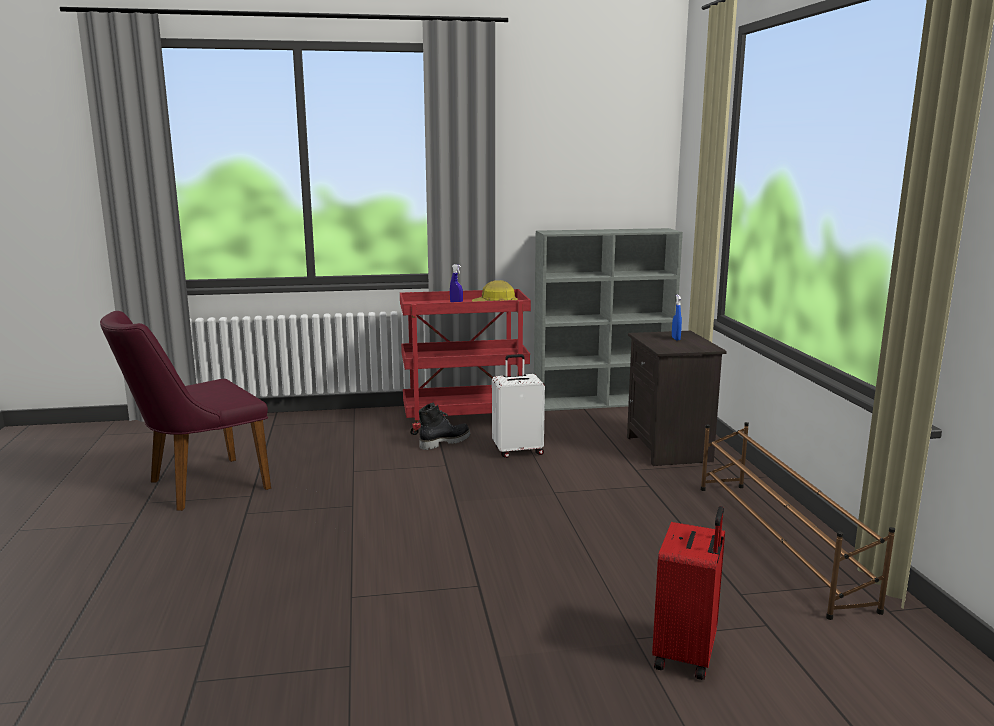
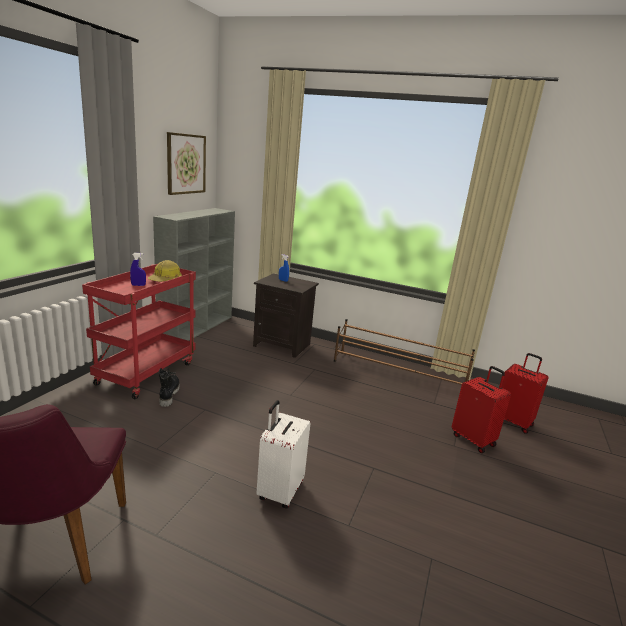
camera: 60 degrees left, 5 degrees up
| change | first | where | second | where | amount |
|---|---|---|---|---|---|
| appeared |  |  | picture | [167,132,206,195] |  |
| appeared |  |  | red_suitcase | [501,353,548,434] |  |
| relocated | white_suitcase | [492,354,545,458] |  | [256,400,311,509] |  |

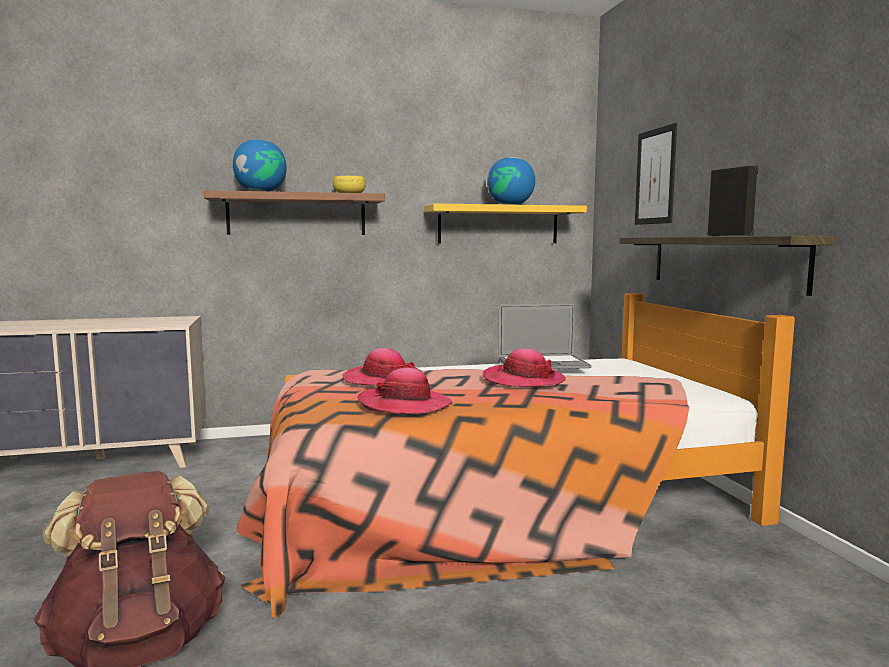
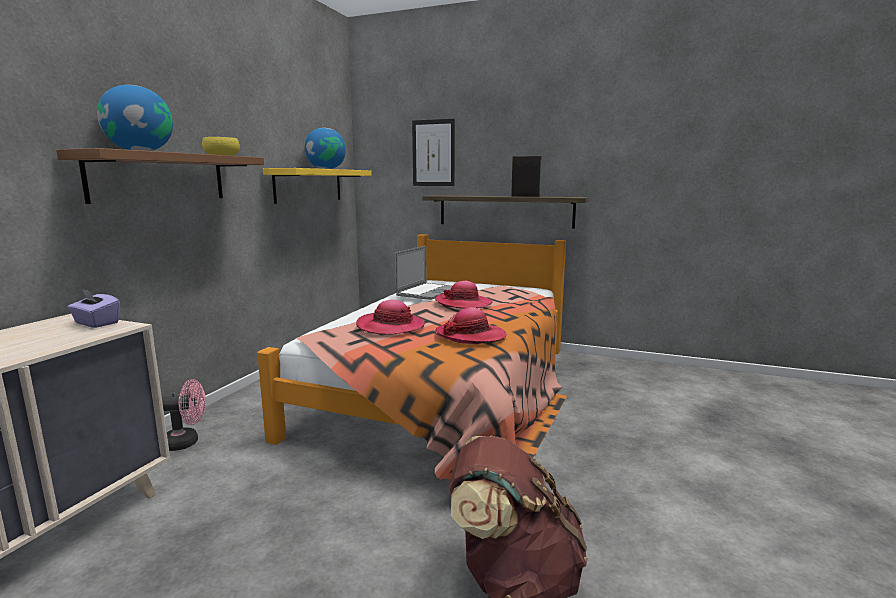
camera: 55 degrees left, 5 degrees up
| change | first | where | second | where | amount |
|---|---|---|---|---|---|
| appeared |  |  | purple_tissue_box | [67,289,120,328] |  |
| appeared |  |  | pink_fan | [162,379,206,451] |  |

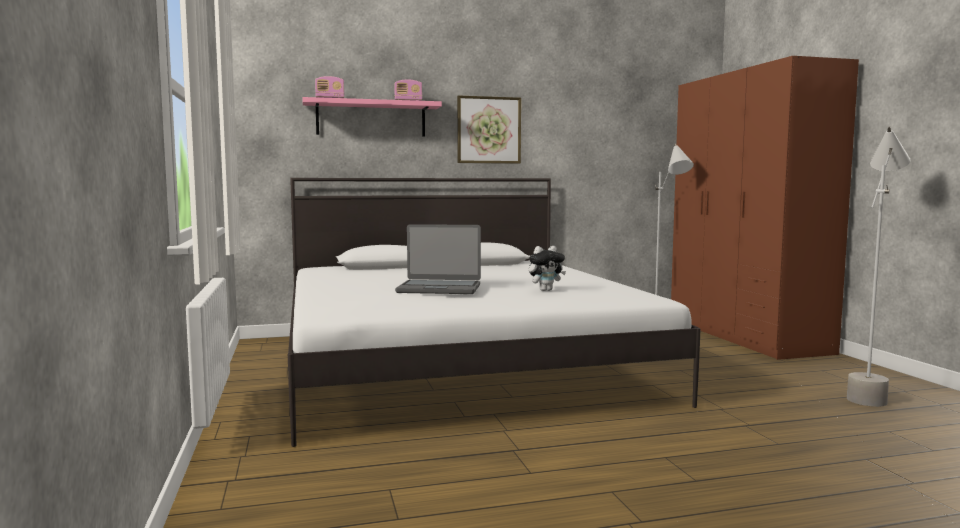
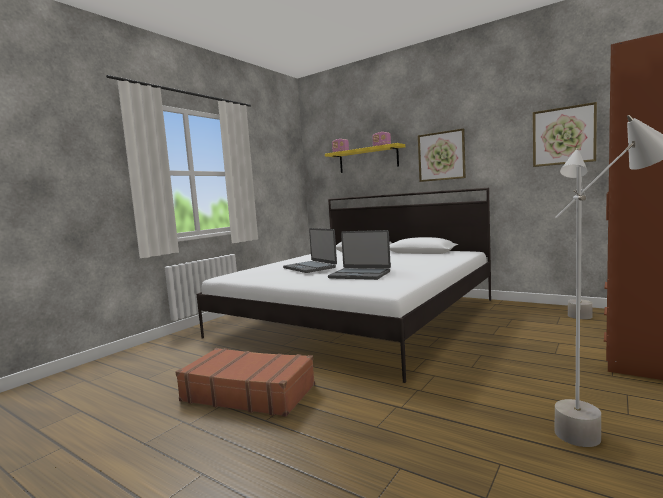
camera: 50 degrees right, 0 degrees up
| change | first | where | second | where | amount |
|---|---|---|---|---|---|
| appeared |  |  | brown_suitcase | [176,348,315,417] |  |
| appeared |  |  | picture | [533,102,597,167] |  |
| exchanged | plush_toy | [529,246,566,291] | laptop | [328,230,391,280] |  |
| colour | pink_shelf | [303,97,442,137] | yellow_shelf | [325,143,405,173] |  |

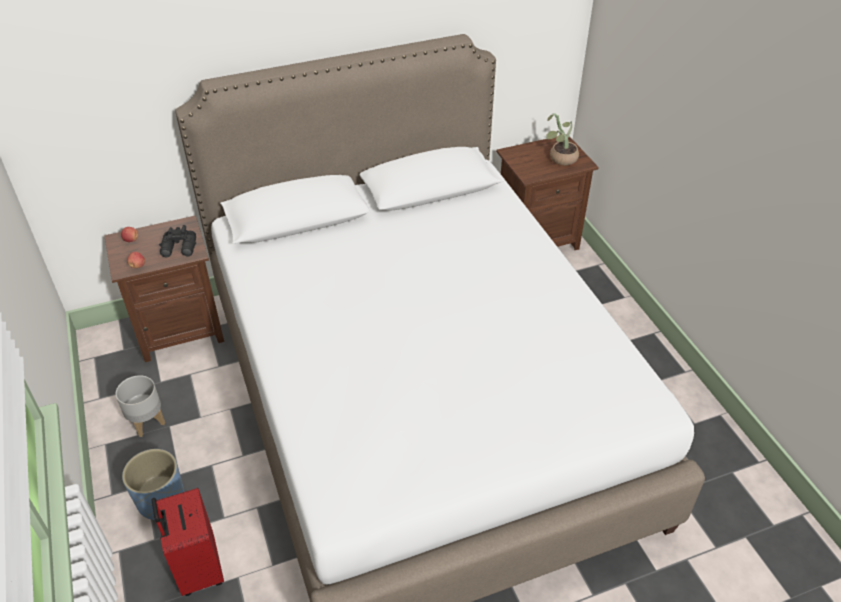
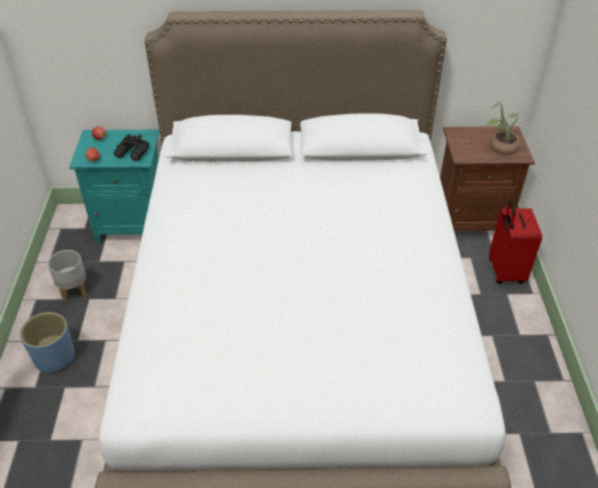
camera: 20 degrees right, 0 degrees up
| change | first | where | second | where | amount |
|---|---|---|---|---|---|
| relocated | red_suitcase | [152,488,224,596] |  | [489,201,542,284] |  |
| colour | brown_nightstand | [104,215,224,362] | turquoise_nightstand | [69,129,160,243] |  |

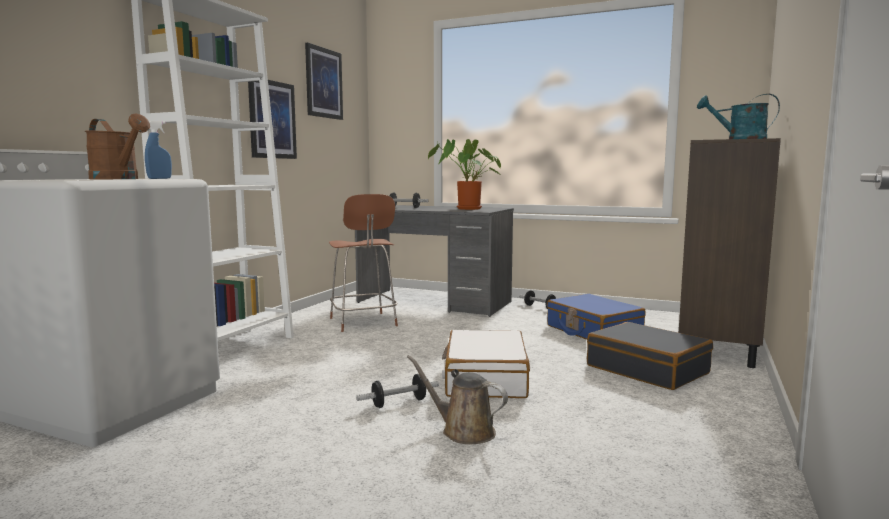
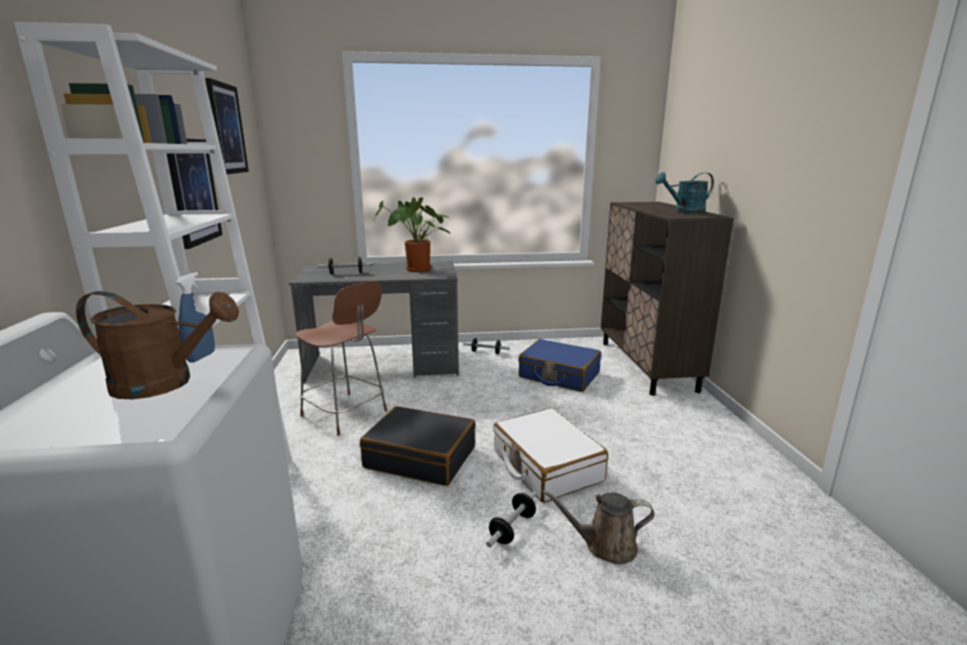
camera: 30 degrees left, 10 degrees up
| change | first | where | second | where | amount |
|---|---|---|---|---|---|
| relocated | black_suitcase | [587,322,713,390] |  | [360,406,476,486] |  |

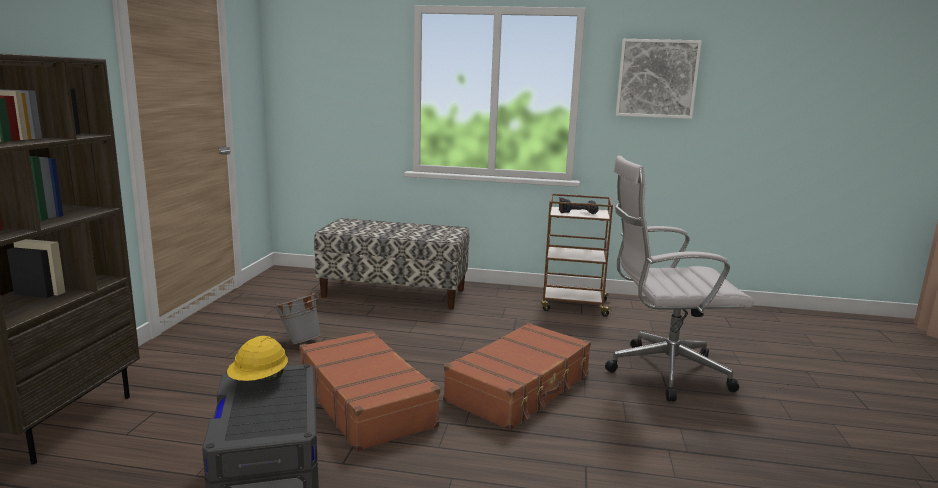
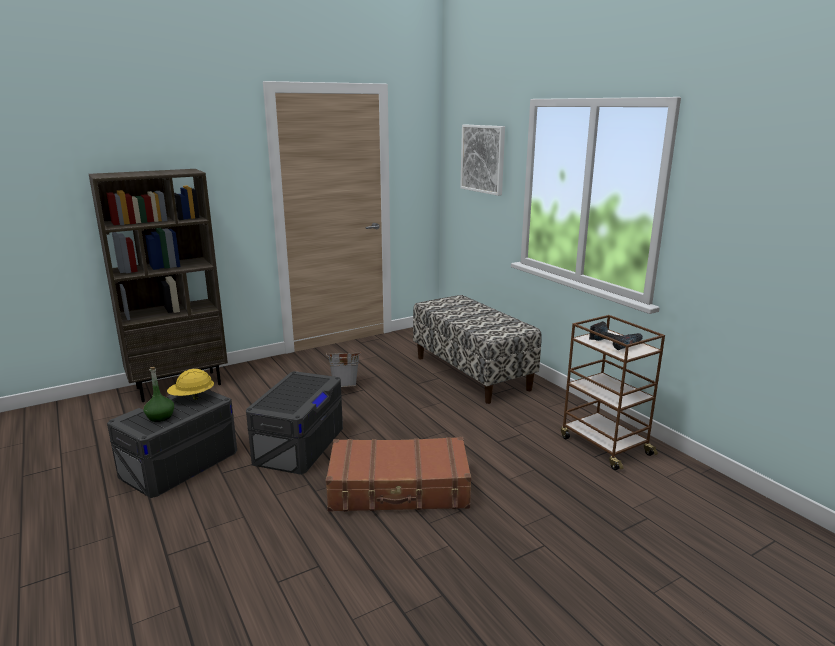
camera: 50 degrees right, 5 degrees up
| change | first | where | second | where | amount |
|---|---|---|---|---|---|
| missing | white_office_chair | [605,155,754,401] |  |  |  |
| appeared |  |  | green_bottle | [144,367,174,422] |  |
| relocated | picture | [616,39,702,119] |  | [460,125,505,196] |  |
| exchanged | brown_suitcase | [299,331,440,452] | grey_storage_box | [246,371,343,475] |  |

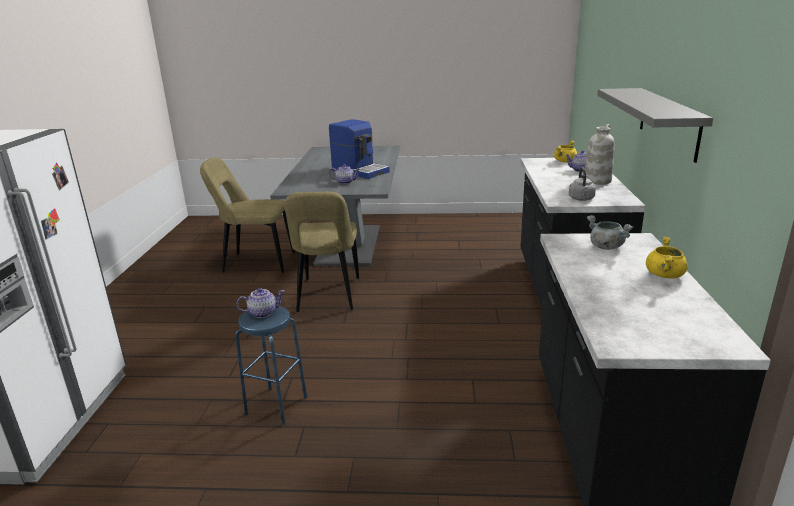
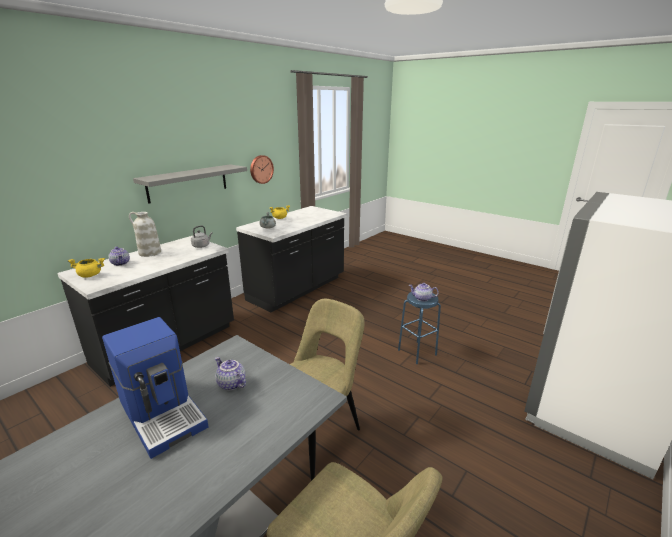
camera: 145 degrees left, 0 degrees up
| change | first | where | second | where | amount |
|---|---|---|---|---|---|
| appeared |  |  | wall_clock | [250,155,274,184] |  |
| spun | coffee_machine | [329,119,390,179] |  | [102,317,209,459] | 150 degrees clockwise |

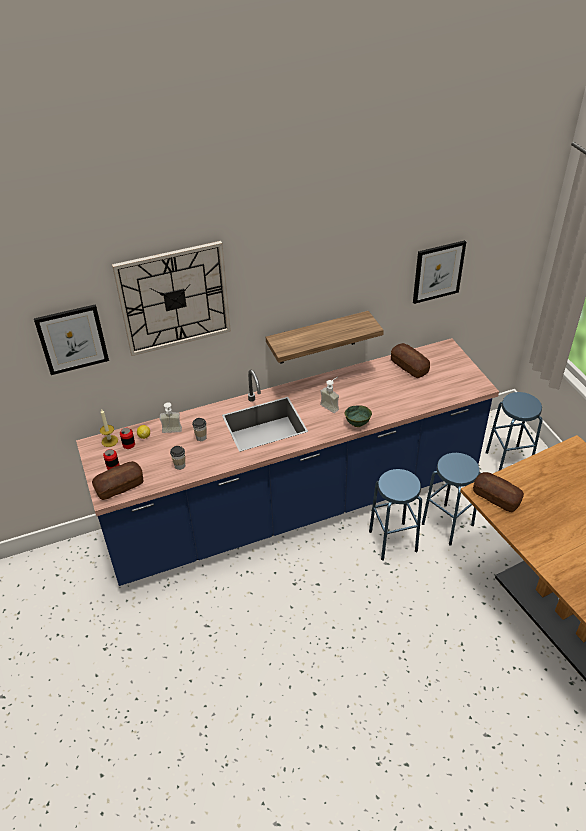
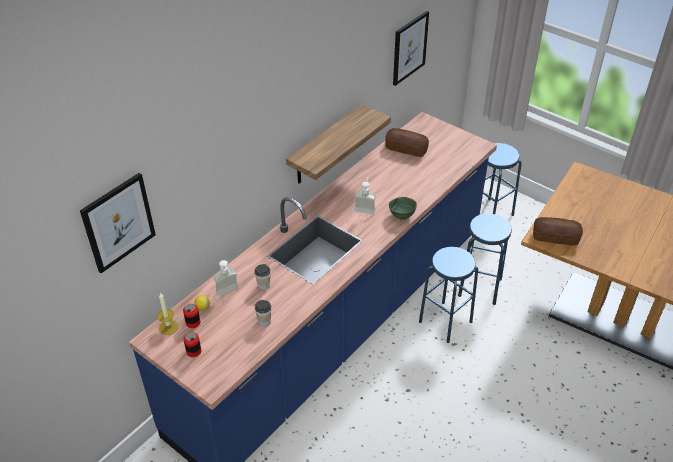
camera: 30 degrees left, 0 degrees up
| change | first | where | second | where | amount |
|---|---|---|---|---|---|
| missing | bread | [92,461,144,500] |  |  |  |
| missing | wall_clock | [112,241,231,356] |  |  |  |

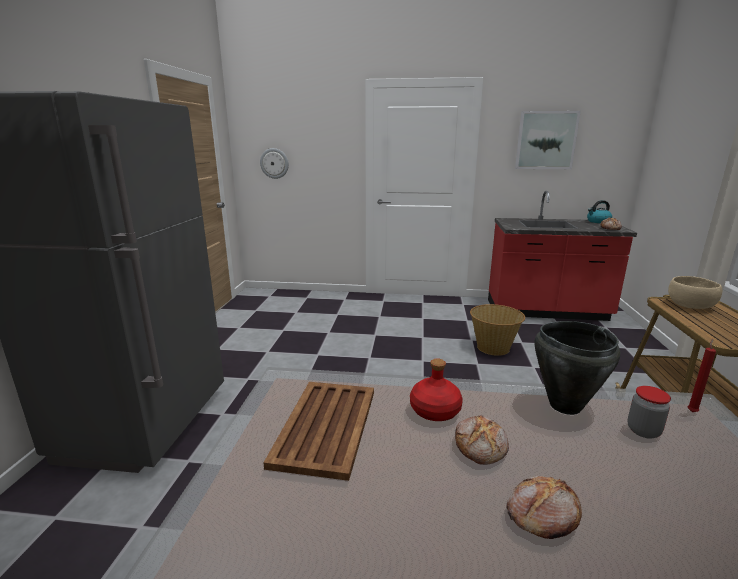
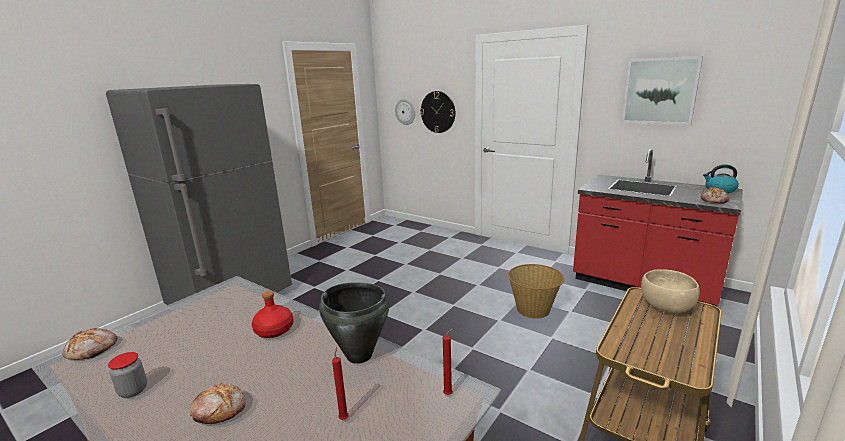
camera: 30 degrees right, 0 degrees up
| change | first | where | second | where | amount |
|---|---|---|---|---|---|
| missing | brown_tray | [263,382,374,481] |  |  |  |
| appeared |  |  | red_candle | [332,347,349,420] |  |
| appeared |  |  | wall_clock | [420,91,455,133] |  |
| relocated | bread | [455,415,509,465] |  | [62,328,117,360] |  |
| relocated | jar | [628,386,671,439] |  | [108,352,147,398] |  |

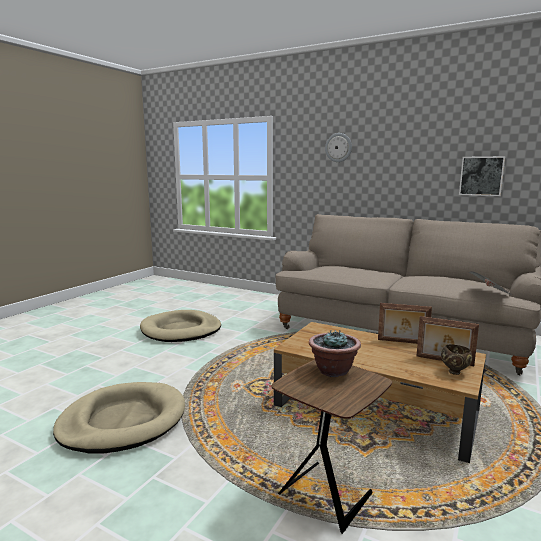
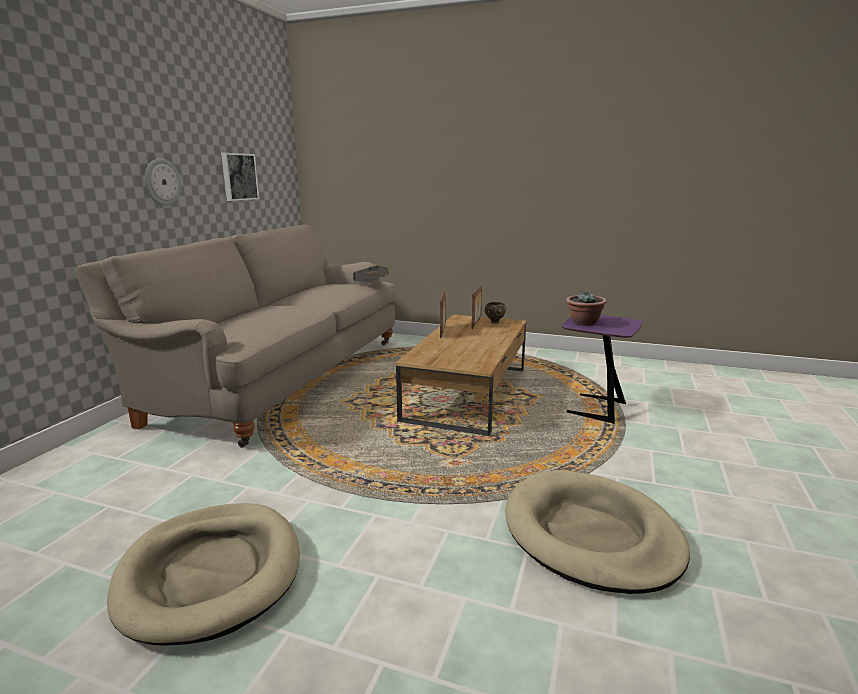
camera: 100 degrees left, 5 degrees up
| change | first | where | second | where | amount |
|---|---|---|---|---|---|
| relocated | wall_clock | [325,133,352,162] |  | [145,158,181,206] |  |
| colour | brown_side_table | [272,359,392,534] | purple_side_table | [562,315,643,424] |  |

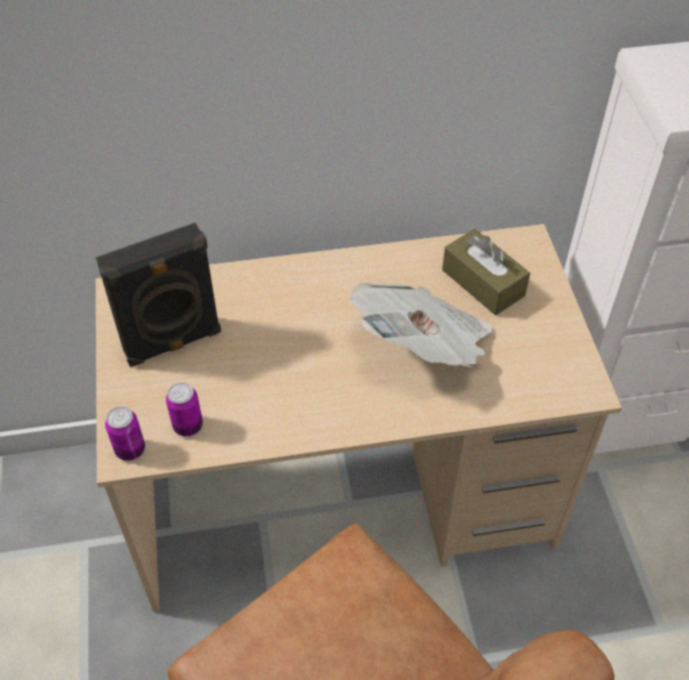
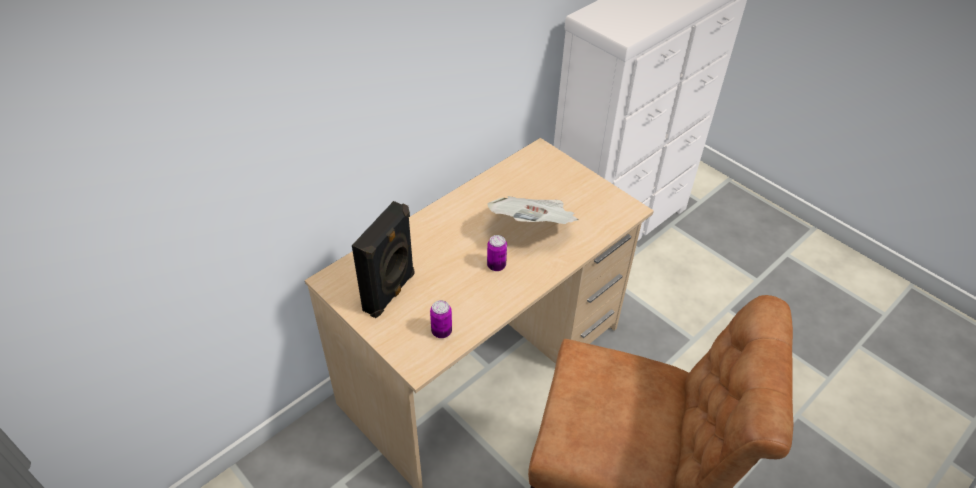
camera: 35 degrees left, 5 degrees down
| change | first | where | second | where | amount |
|---|---|---|---|---|---|
| missing | brown_tissue_box | [442,229,530,315] |  |  |  |
| relocated | can | [105,406,145,461] |  | [487,235,507,271] |  |

